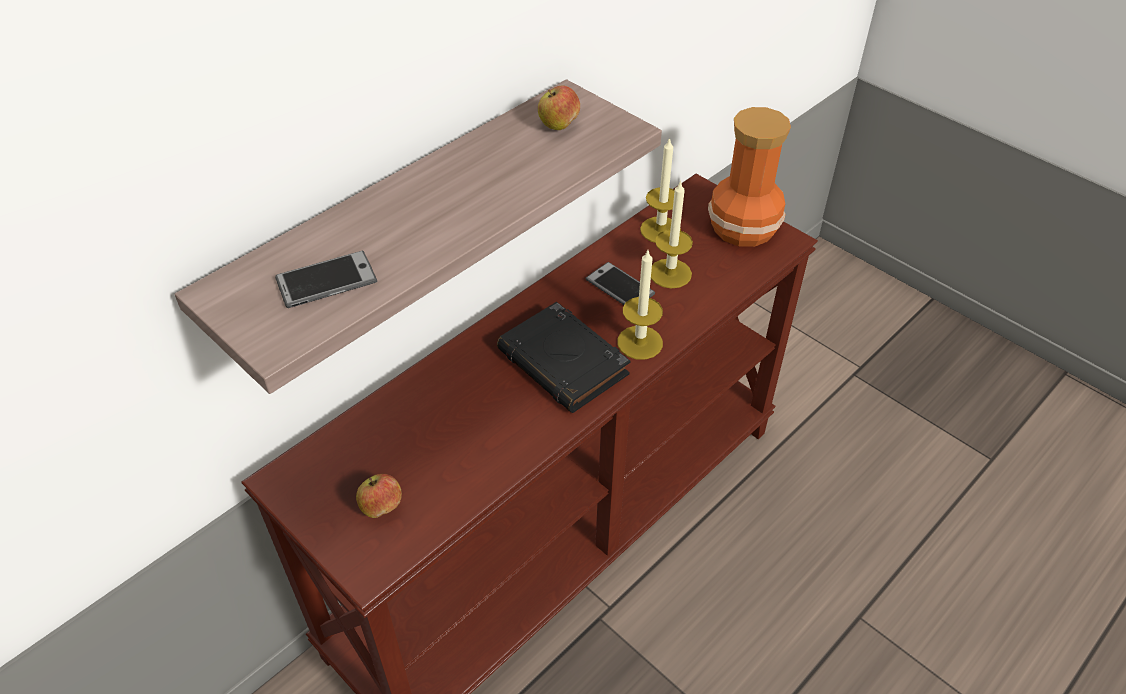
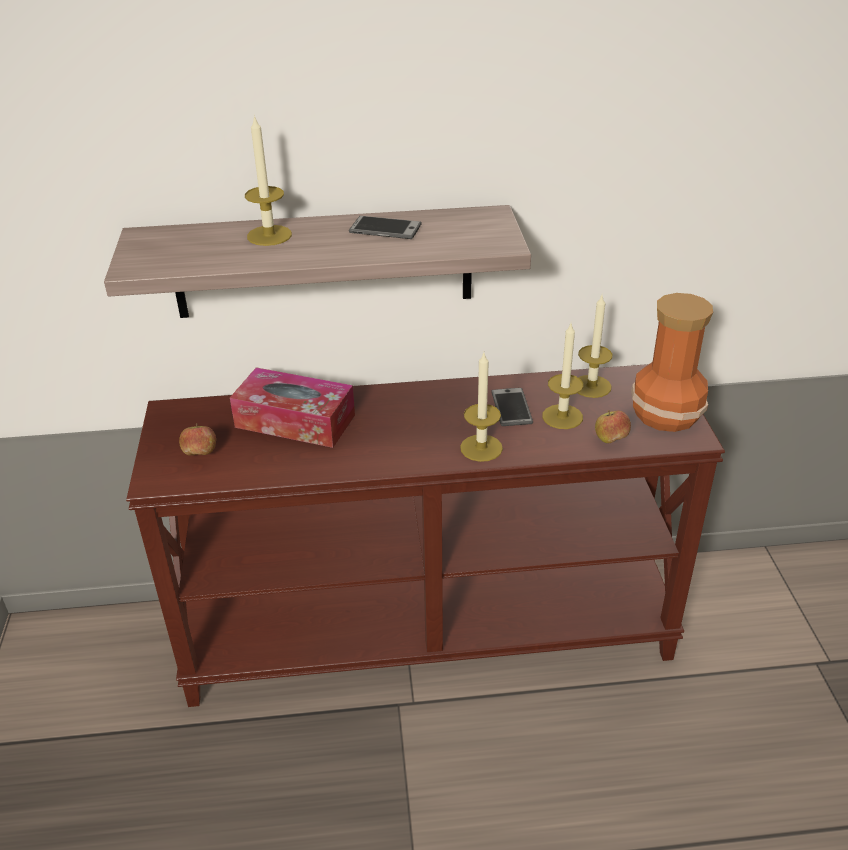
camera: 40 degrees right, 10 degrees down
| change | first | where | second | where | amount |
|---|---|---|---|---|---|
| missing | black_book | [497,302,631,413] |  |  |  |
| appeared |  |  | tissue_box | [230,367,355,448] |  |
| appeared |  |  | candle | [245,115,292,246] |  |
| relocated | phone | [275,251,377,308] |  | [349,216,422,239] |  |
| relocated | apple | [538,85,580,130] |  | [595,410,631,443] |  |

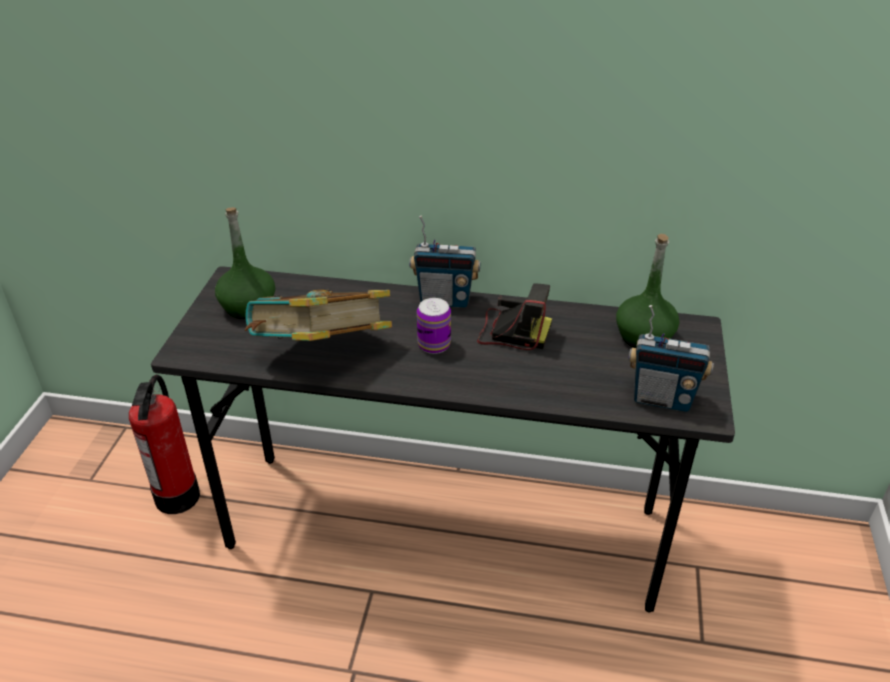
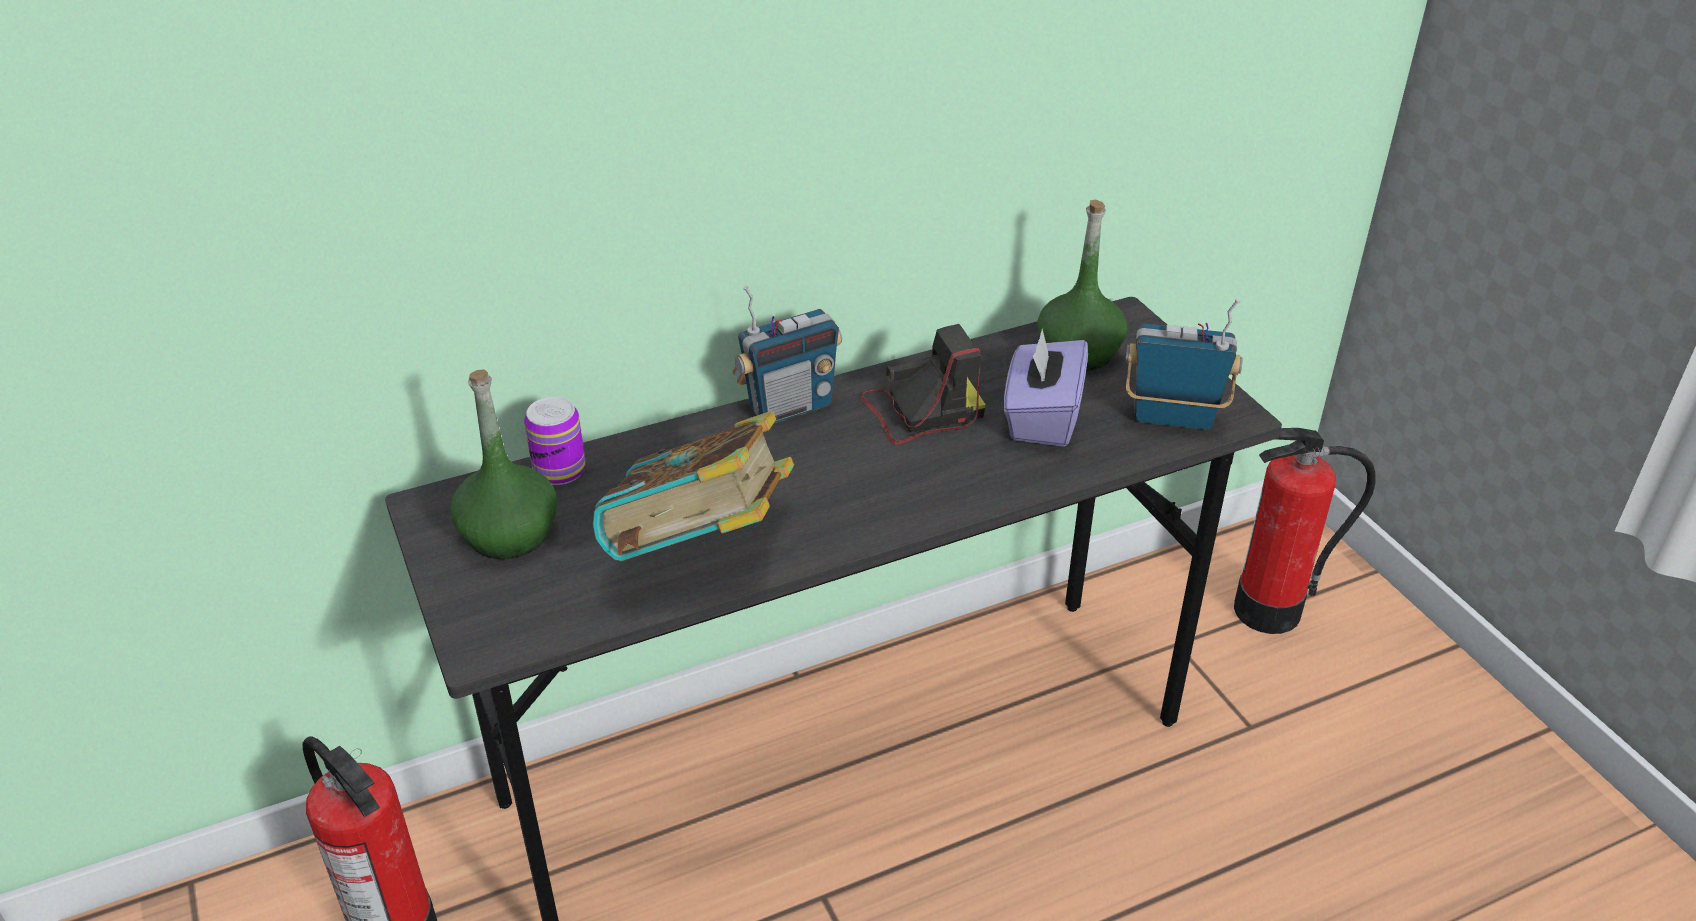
camera: 35 degrees left, 0 degrees up
| change | first | where | second | where | amount |
|---|---|---|---|---|---|
| appeared |  |  | purple_tissue_box | [1004,329,1088,447] |  |
| appeared |  |  | fire_extinguisher | [1234,428,1376,634] |  |
| relocated | can | [417,298,451,354] |  | [524,397,586,485] |  |
| spun | radio | [628,305,714,412] |  | [1125,299,1243,430] | 150 degrees counterclockwise |

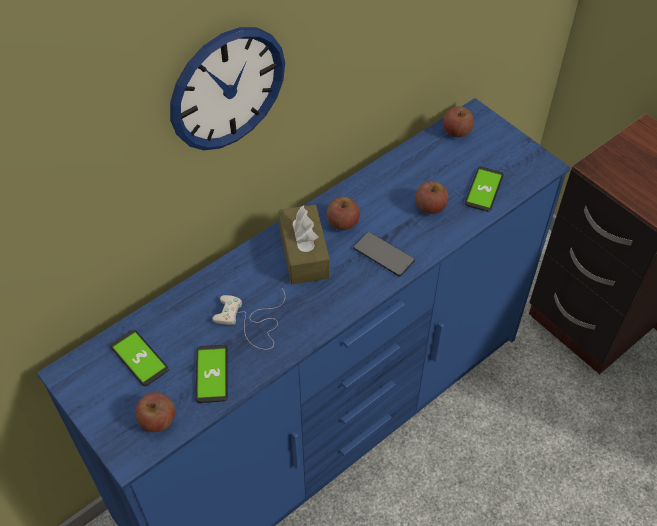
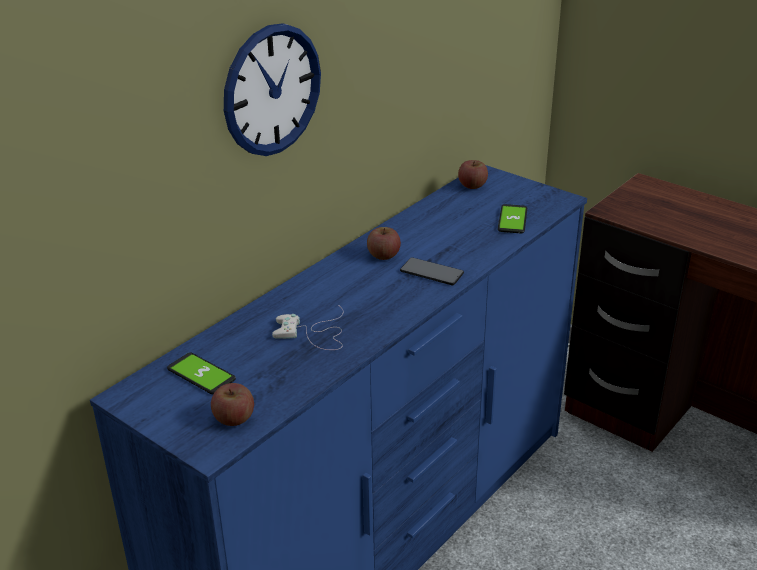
camera: 10 degrees left, 20 degrees down
| change | first | where | second | where | amount |
|---|---|---|---|---|---|
| missing | phone | [195,345,228,403] |  |  |  |
| missing | brown_tissue_box | [278,205,330,285] |  |  |  |
| missing | apple | [415,181,448,214] |  |  |  |

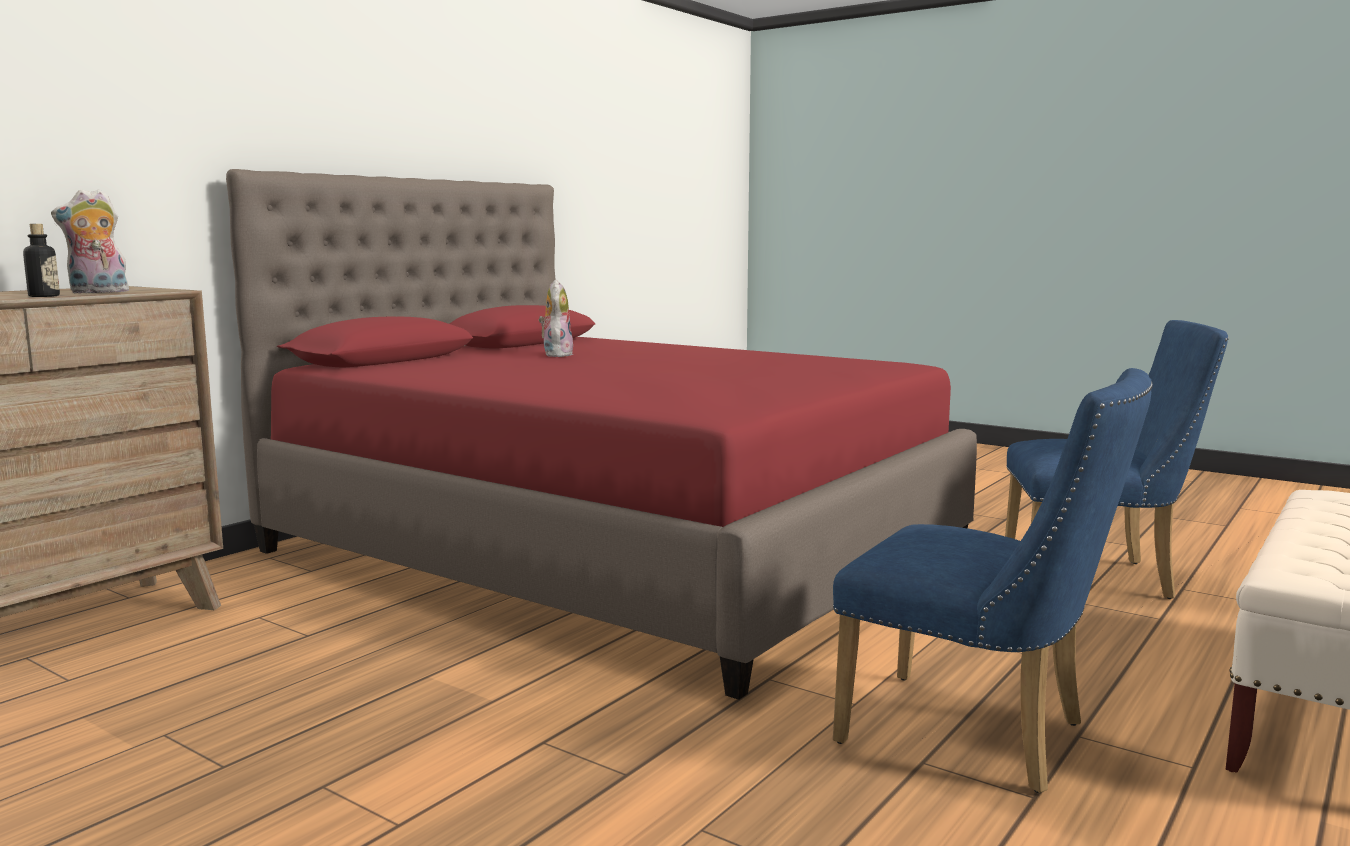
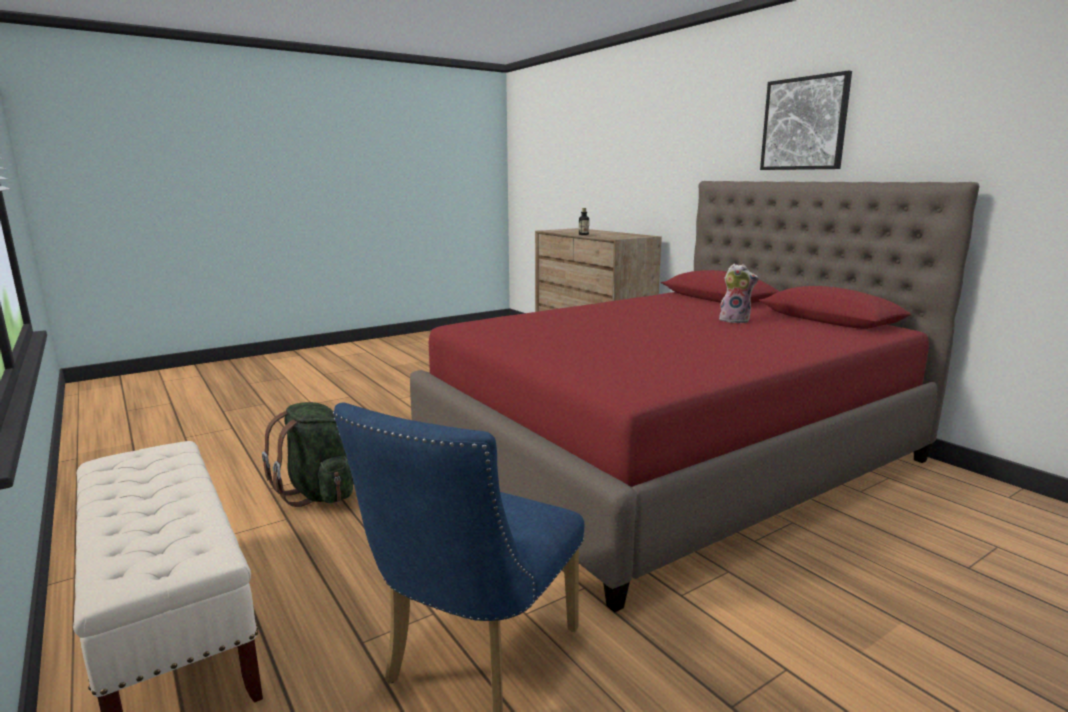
camera: 110 degrees right, 5 degrees up
| change | first | where | second | where | amount |
|---|---|---|---|---|---|
| missing | plush_toy | [51,189,129,294] |  |  |  |
| appeared |  |  | picture | [760,71,852,170] |  |
| exchanged | blue_chair | [833,368,1153,793] | green_backpack | [262,402,354,507] |  |

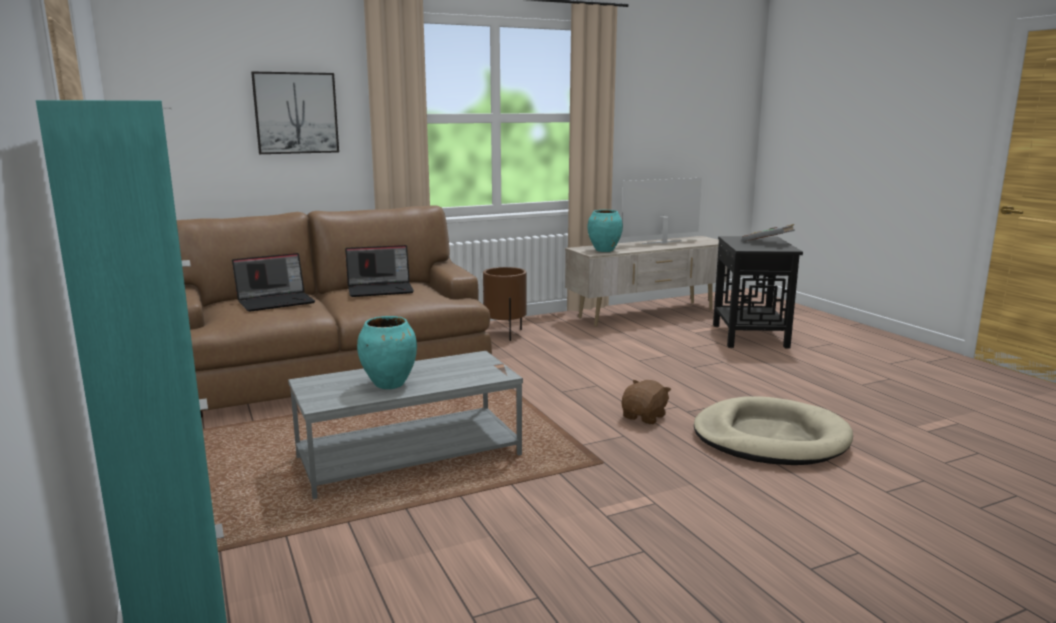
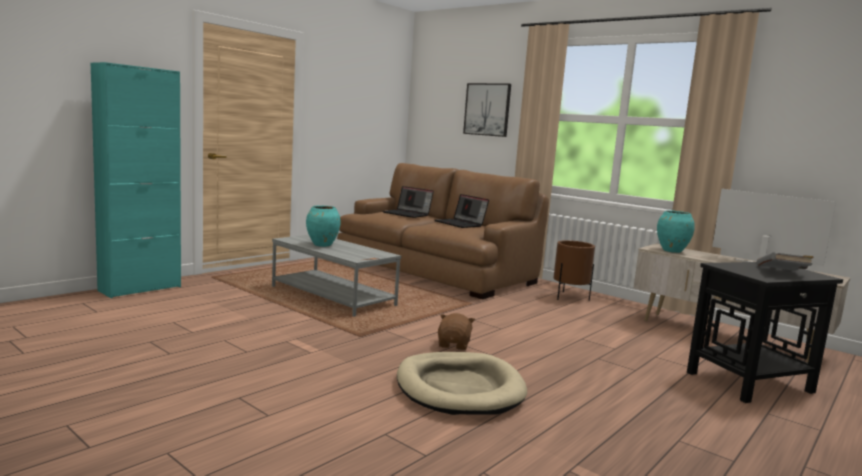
camera: 65 degrees right, 5 degrees down
| change | first | where | second | where | amount |
|---|---|---|---|---|---|
| spun | brown_plush_toy | [621,380,671,424] |  | [438,313,475,350] | 90 degrees counterclockwise |

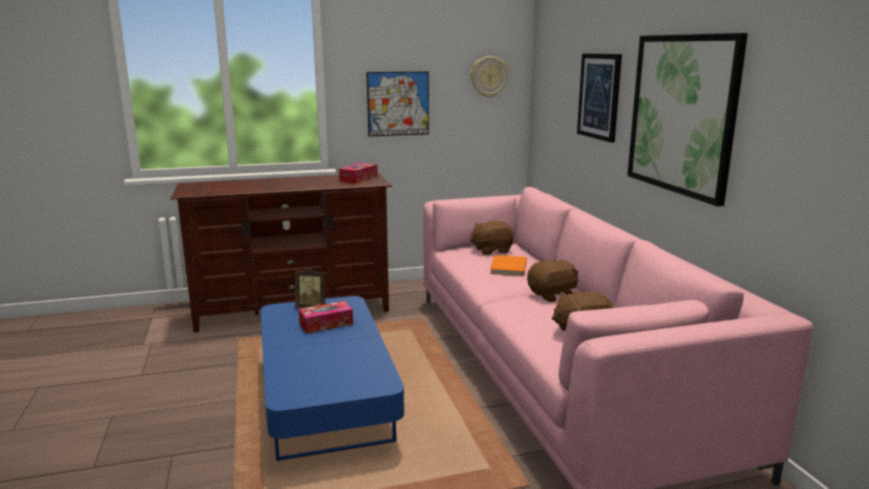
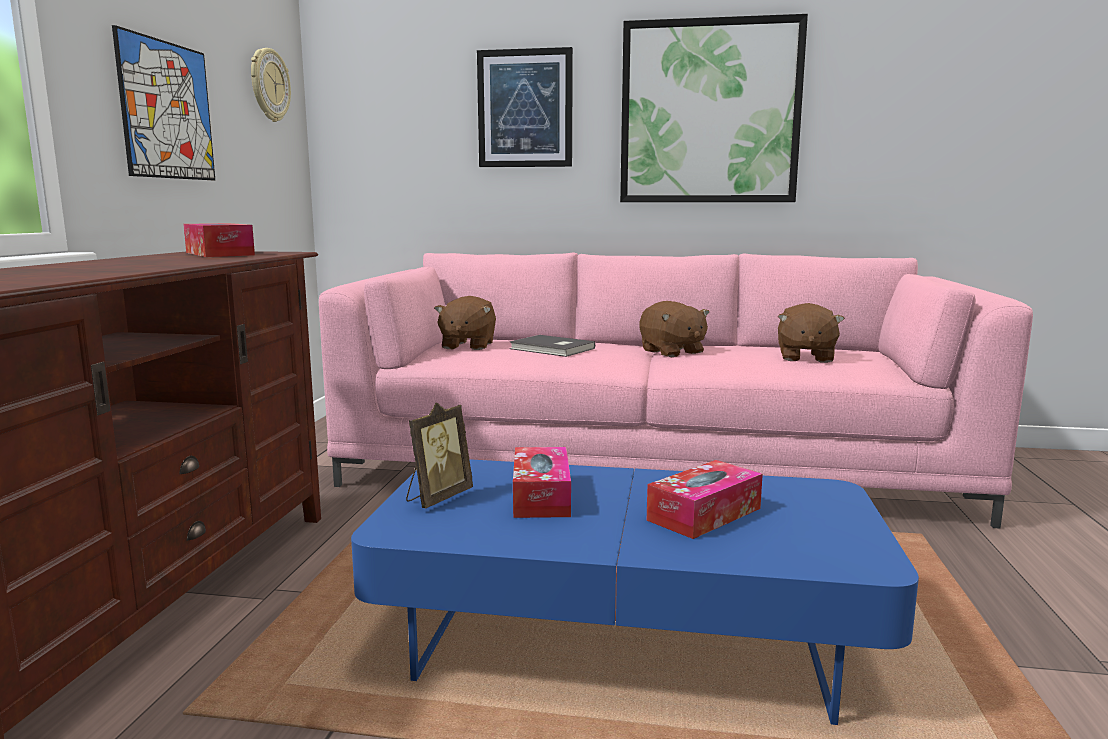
camera: 65 degrees left, 5 degrees down
| change | first | where | second | where | amount |
|---|---|---|---|---|---|
| appeared |  |  | tissue_box | [647,460,763,539] |  |
| colour | orange_book | [490,255,527,276] | grey_book | [510,335,595,357] |  |
| spun | brown_plush_toy | [527,259,579,302] |  | [639,301,710,357] | 150 degrees clockwise |

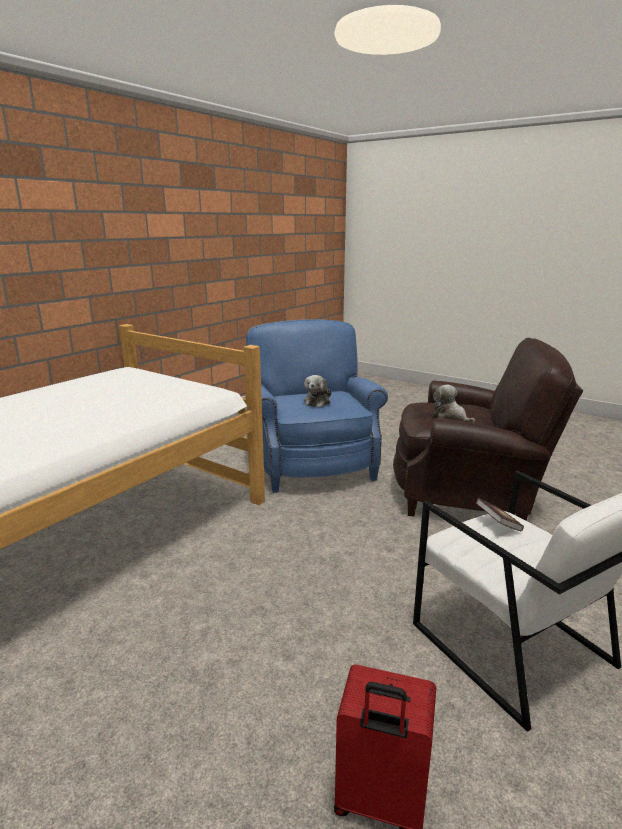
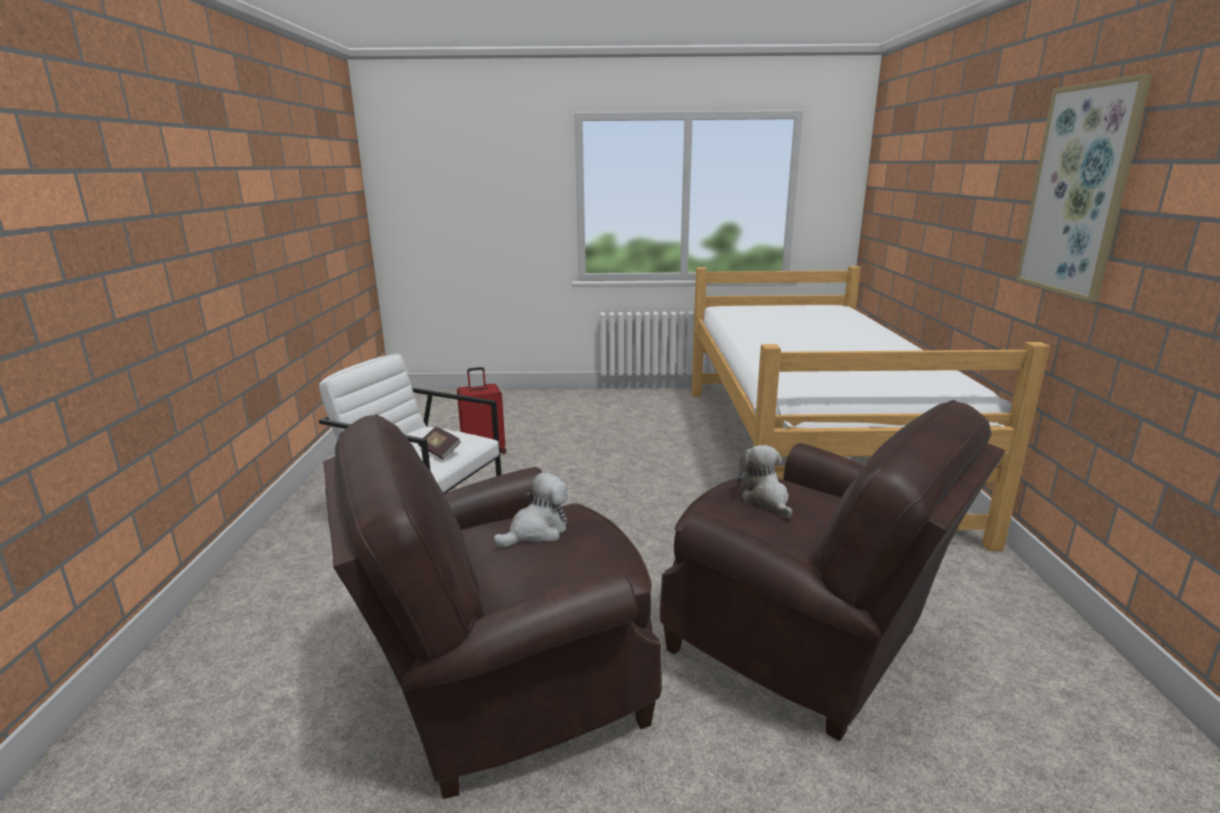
camera: 145 degrees right, 0 degrees up
| change | first | where | second | where | amount |
|---|---|---|---|---|---|
| appeared |  |  | picture | [1016,74,1152,302] |  |
| colour | blue_armchair | [246,319,388,493] | brown_armchair | [660,400,1005,741] |  |
| spun | plush_toy | [432,385,475,423] |  | [494,473,568,547] | 60 degrees counterclockwise |

